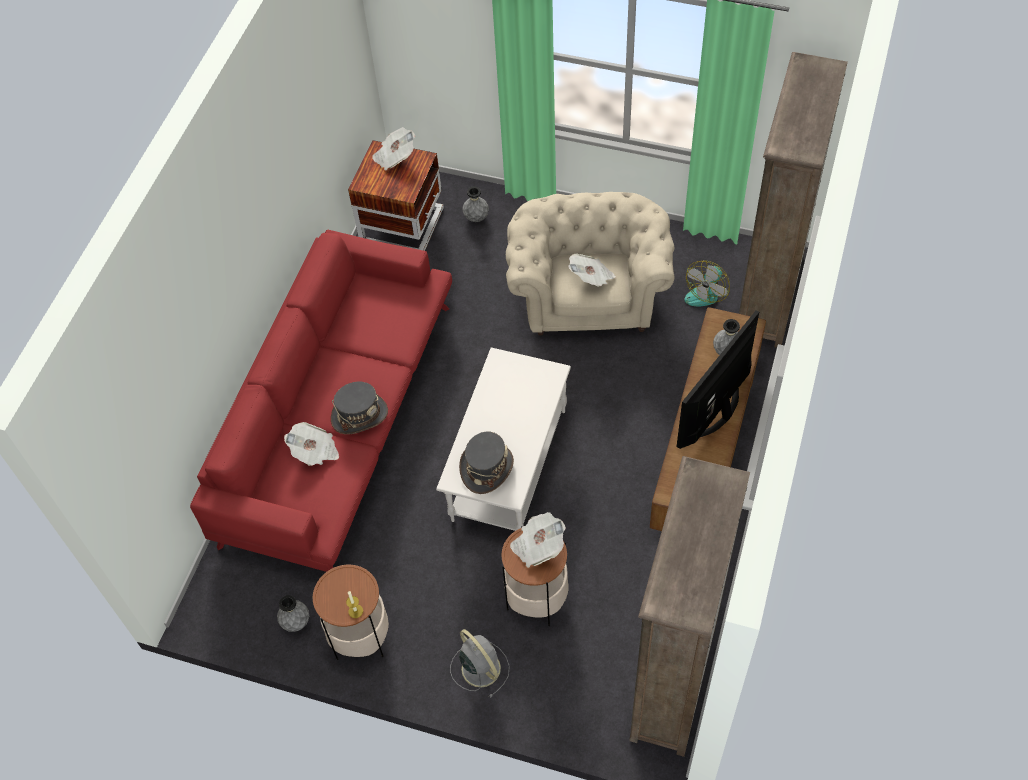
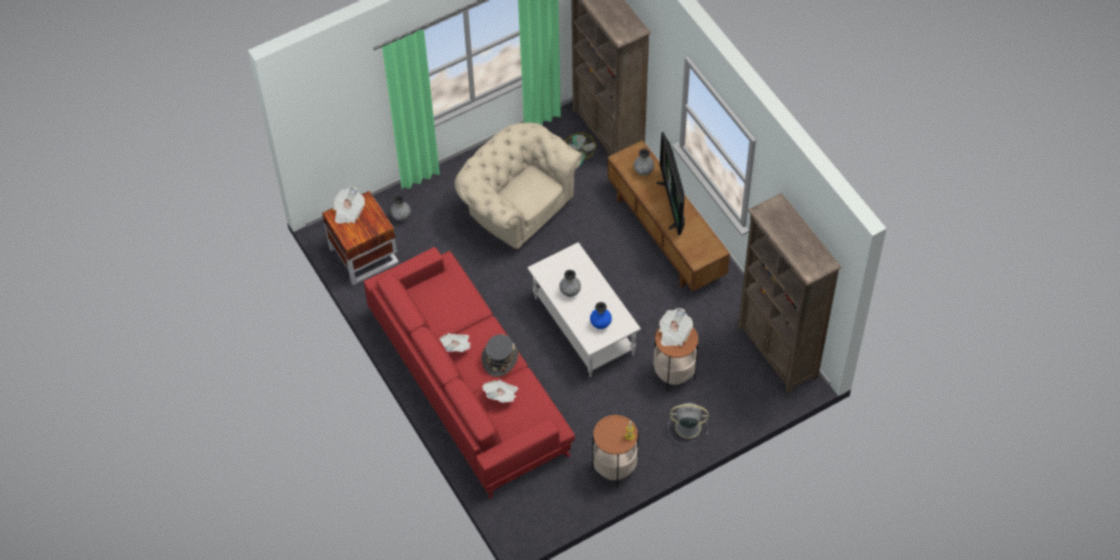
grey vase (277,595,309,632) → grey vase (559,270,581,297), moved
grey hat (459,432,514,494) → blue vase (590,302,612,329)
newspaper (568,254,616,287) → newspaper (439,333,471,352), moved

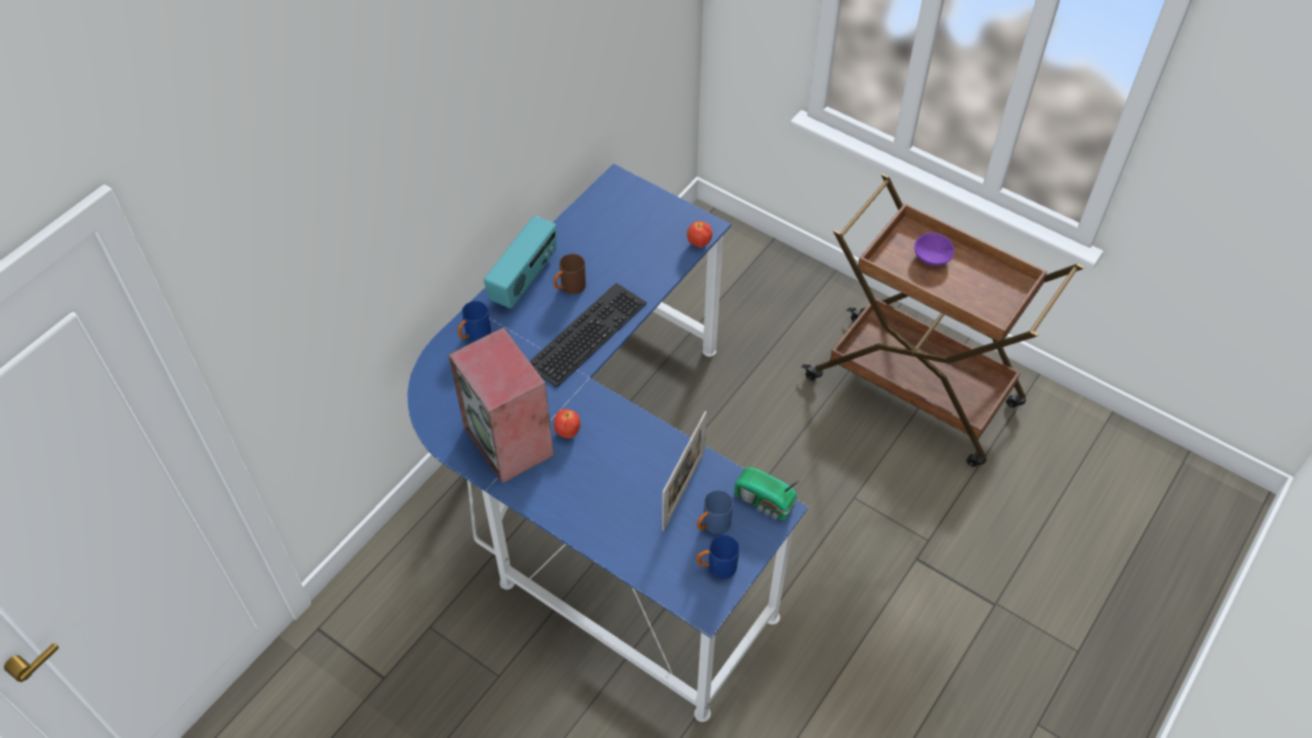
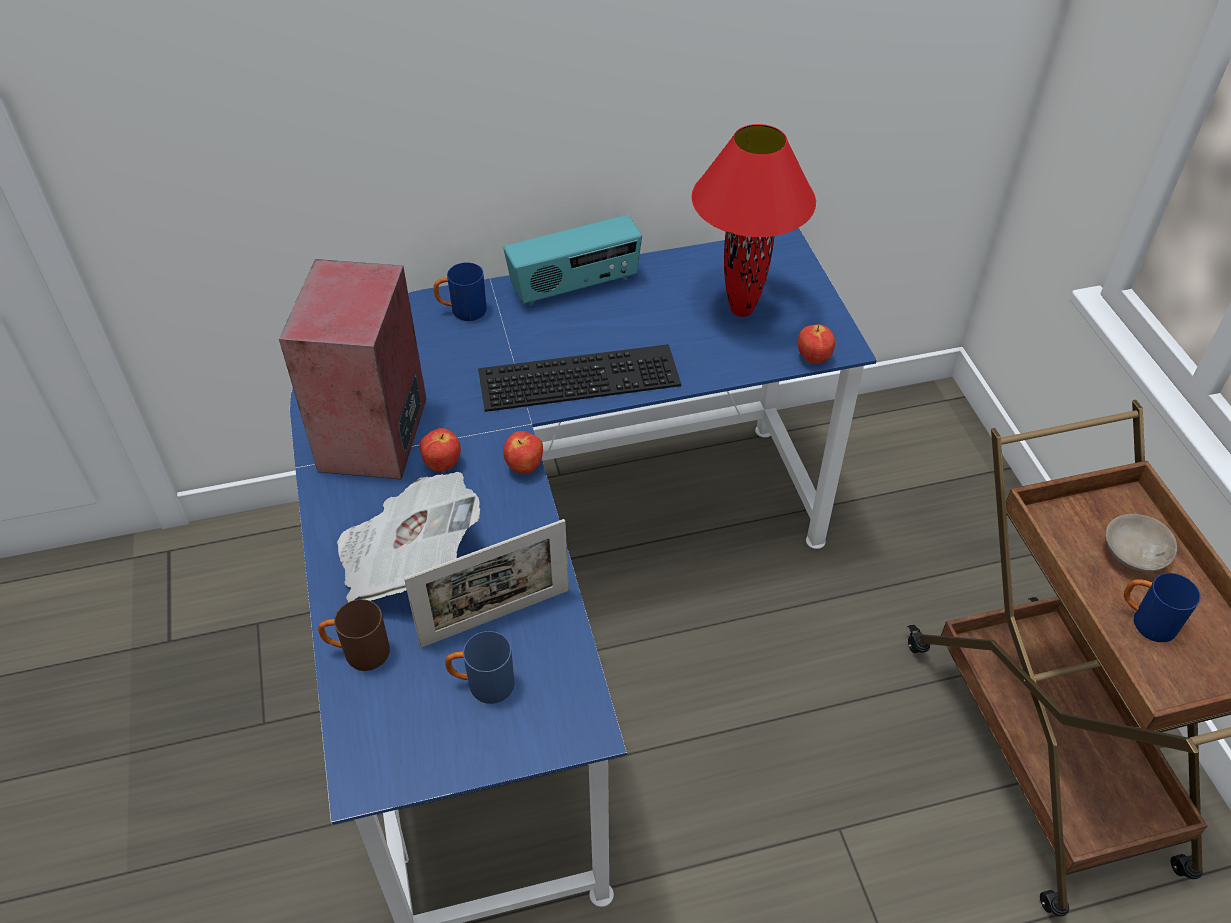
brownish coffee mug (553,254,586,294) → brownish coffee mug (318,599,390,671), moved
blue coffee mug (697,535,740,579) → blue coffee mug (1124,573,1201,642), moved
radio (734,467,805,521) → -
purplish serving bowl (914,233,954,266) → beige-coloured serving bowl (1105,514,1177,572)
- → newspaper (337,472,480,602)
- → apple fruit (503,431,543,474)
- → reddish tabletop lamp (692,124,816,317)

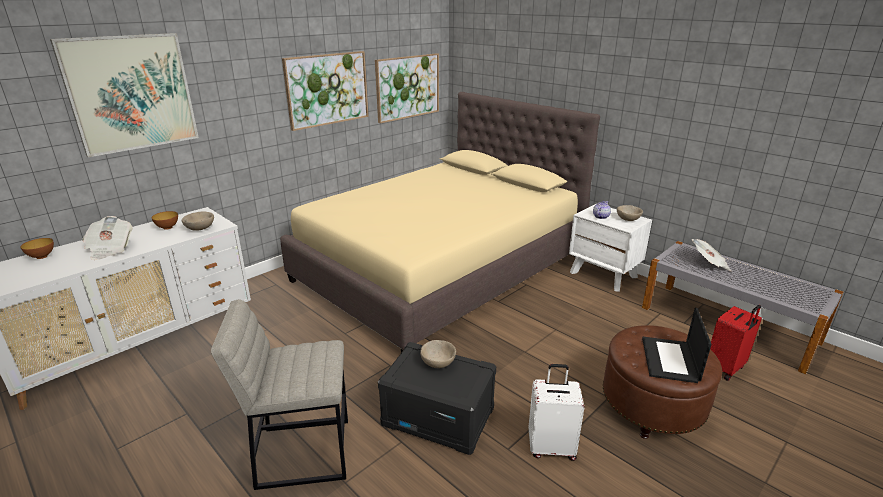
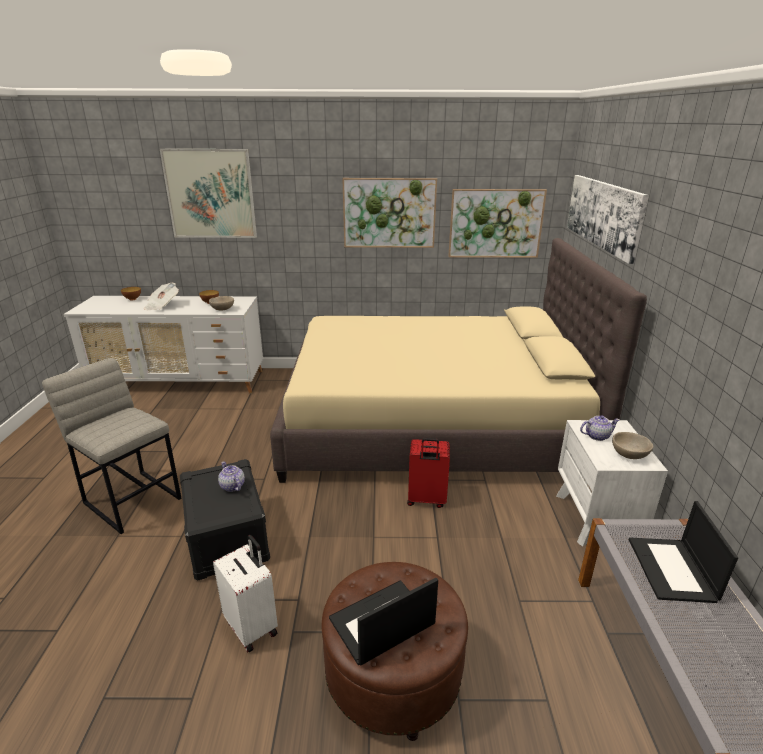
beige-coloured serving bowl (420,340,456,368) → teapot (218,461,245,492)
newspaper (692,239,731,271) → portable computer (629,501,738,603)
reddish suitcase (710,305,762,381) → reddish suitcase (407,438,450,508), moved
- → picture (567,175,649,264)

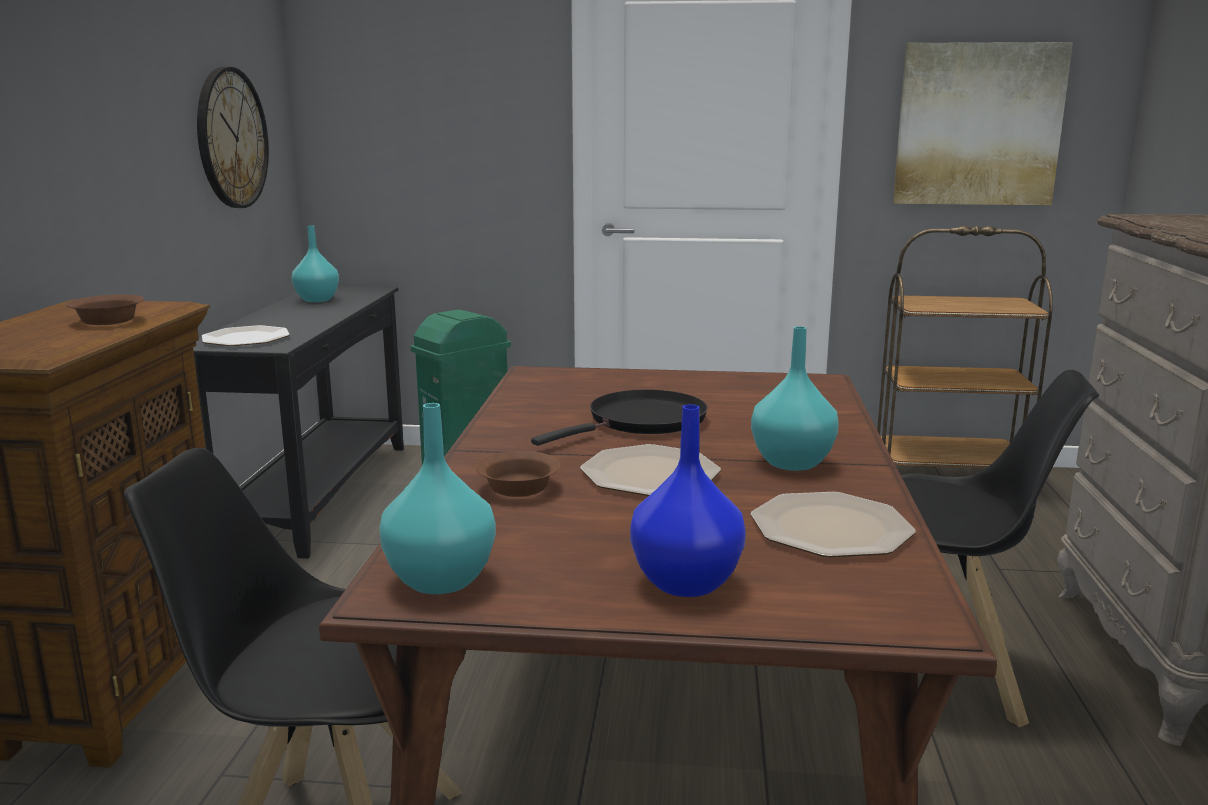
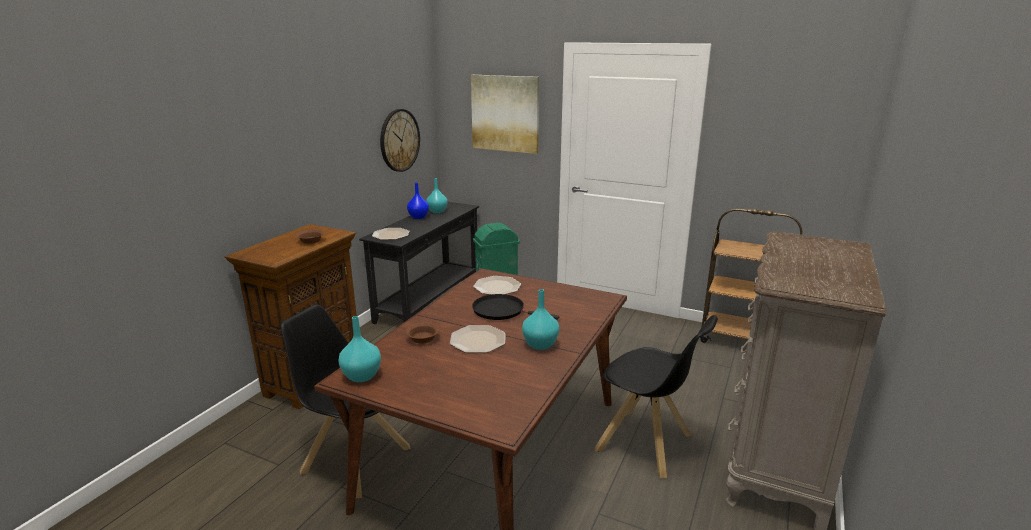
black-coloured skillet (531,390,708,446) → black-coloured skillet (472,294,559,320), 135 degrees counterclockwise
blue vase (630,405,746,597) → blue vase (407,183,429,219), moved
plate (751,492,916,557) → plate (473,276,521,295), moved
picture (893,42,1073,205) → picture (471,75,539,154), moved

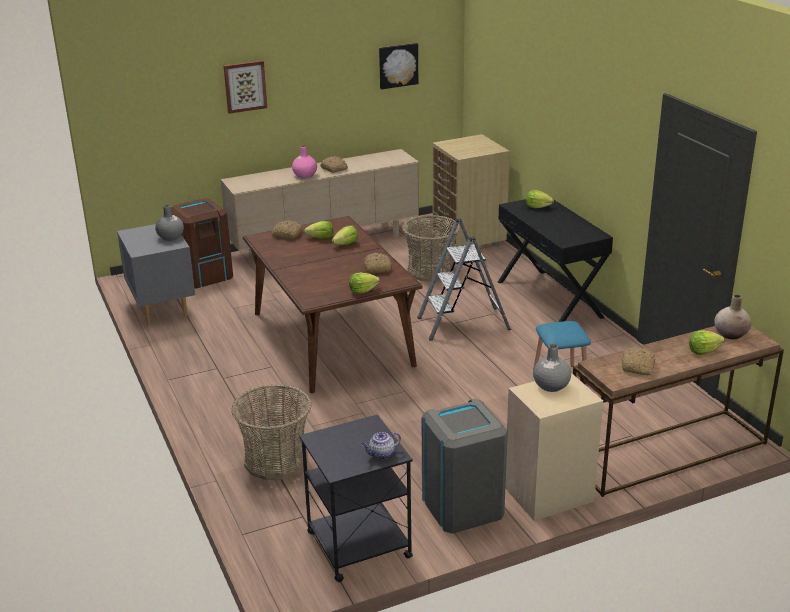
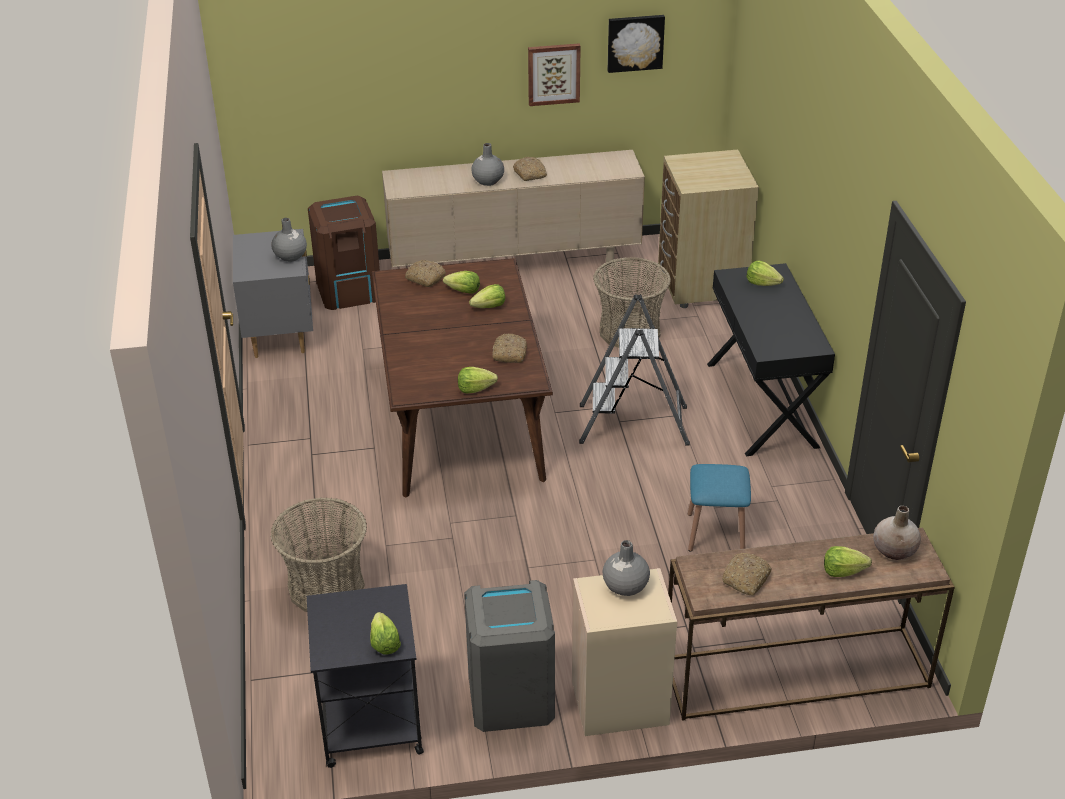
picture (223,60,267,114) → picture (528,43,581,106), moved
pink-coloured vase (292,145,317,179) → grey vase (471,143,504,186)
teapot (362,432,401,459) → lettuce (370,612,401,655)

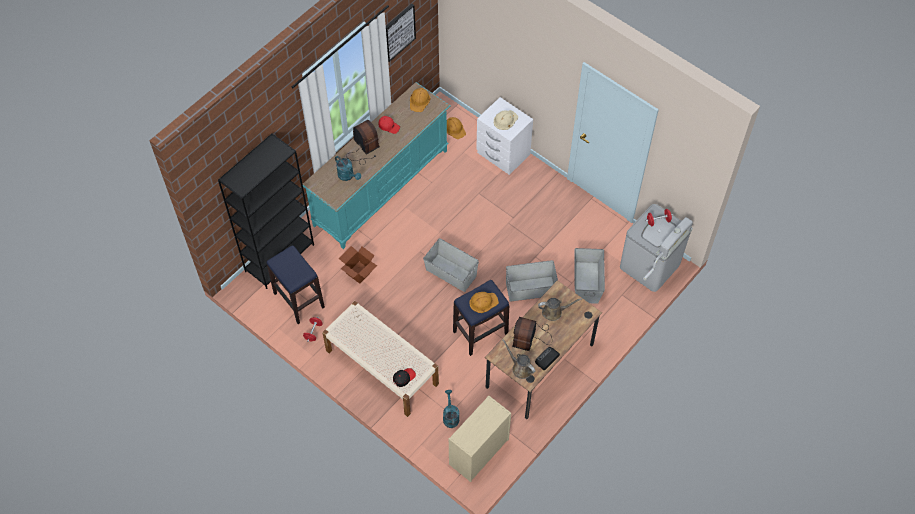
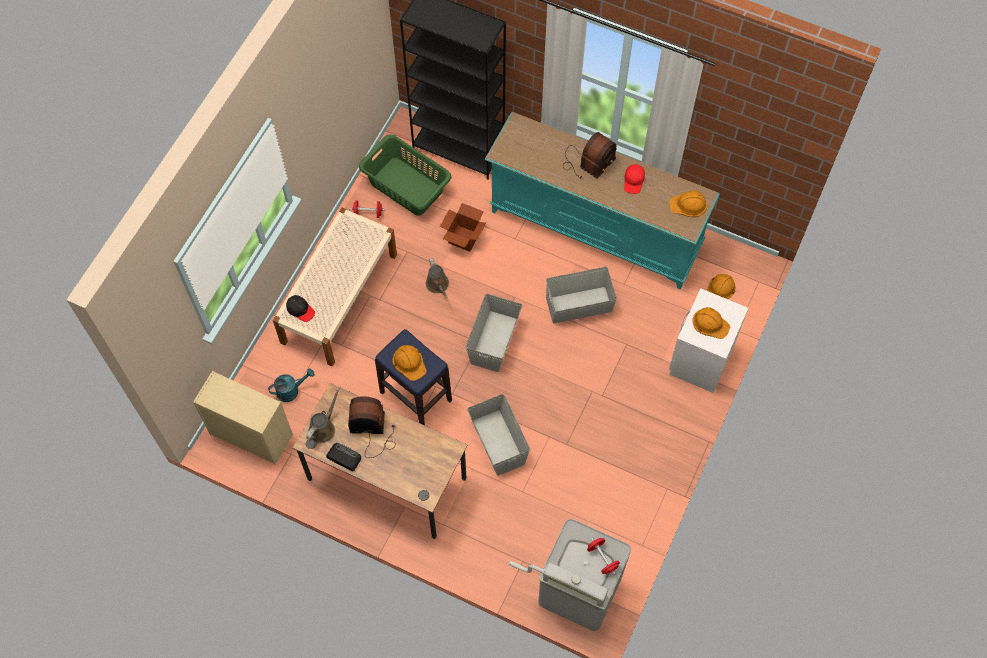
sitting stool (267,246,325,324) → greenish laundry basket (359,134,452,216)
turquoise-coloured watering pot (335,156,361,181) → -
picture (386,4,416,62) → -
beige-coloured hard hat (494,110,518,130) → orange hard hat (692,307,730,339)
brownish watering pot (538,298,582,321) → brownish watering pot (426,258,449,298), moved
grey storage container (575,248,605,304) → grey storage container (546,267,617,323), moved

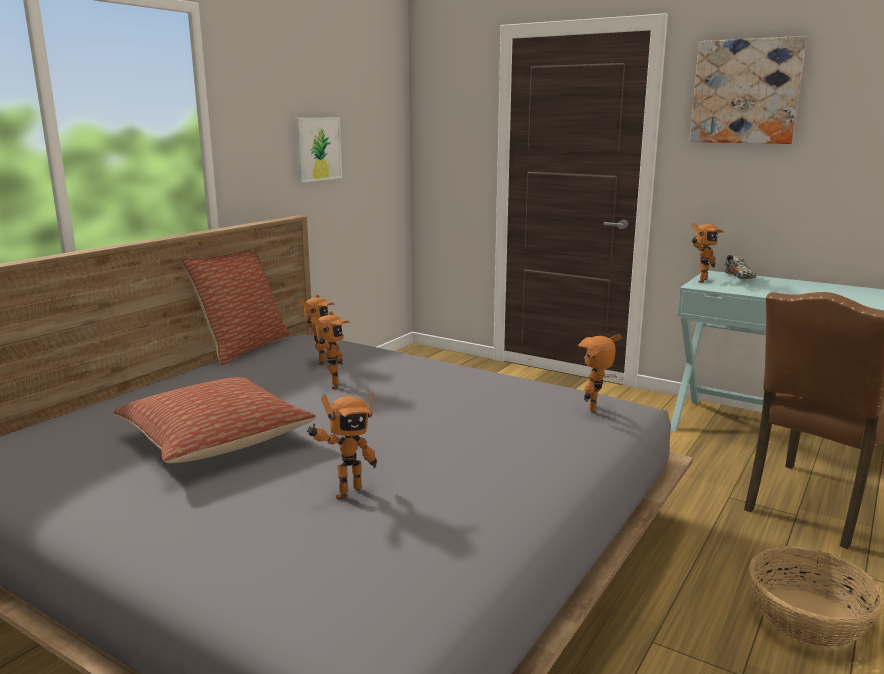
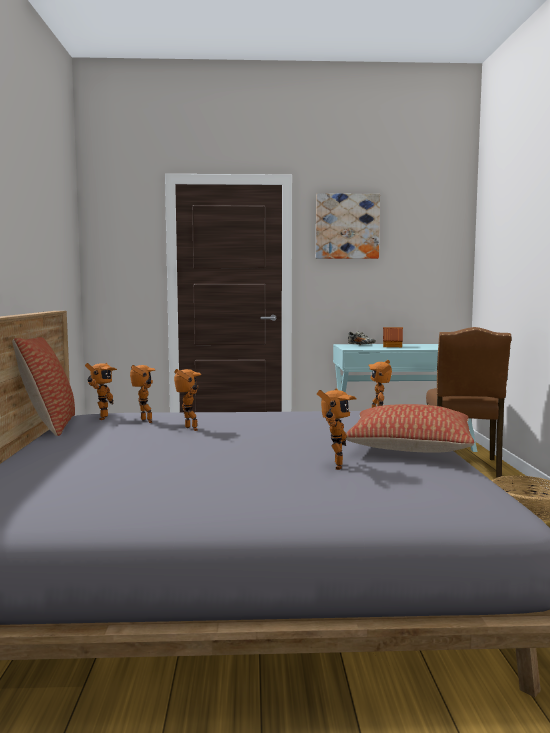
cushion (113,377,316,463) → cushion (346,404,474,452), moved
picture (295,118,342,183) → -
robot figure (691,223,724,283) → robot figure (85,363,117,420), moved
- → toy house (383,327,403,347)

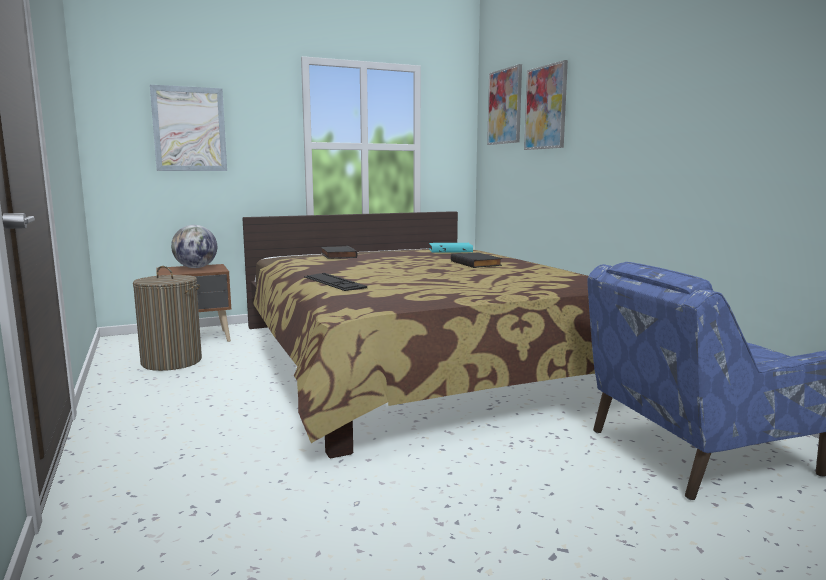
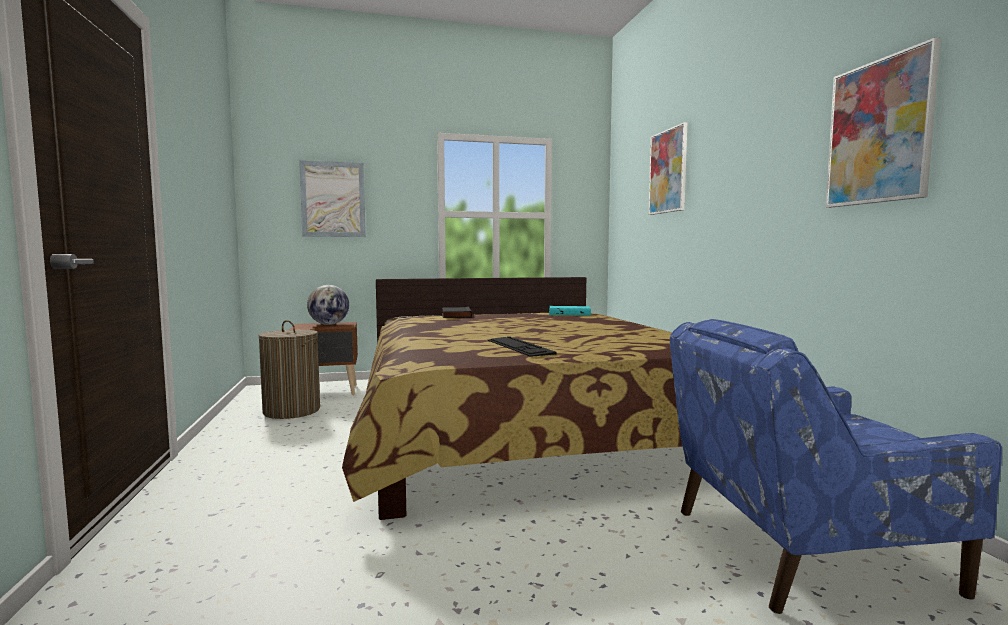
PC keyboard (304,273,367,291) → PC keyboard (487,336,557,357), moved
black-coloured book (451,252,502,268) → -
picture (487,64,522,145) → picture (826,37,941,208), moved

